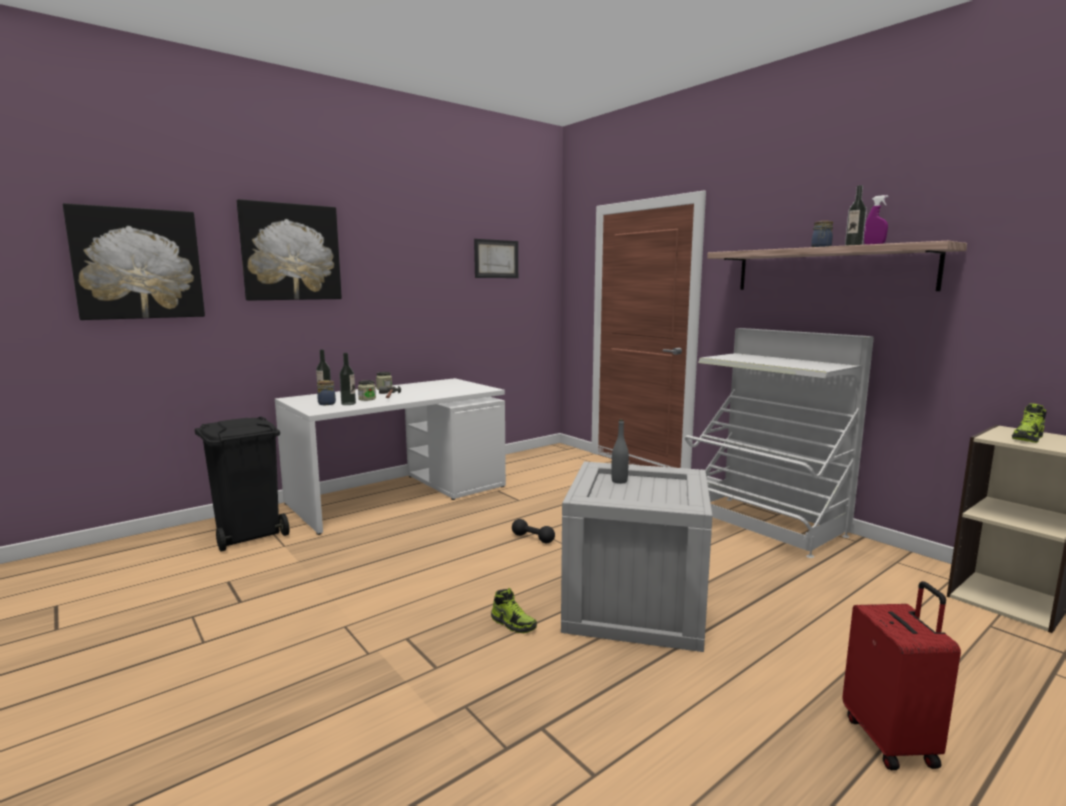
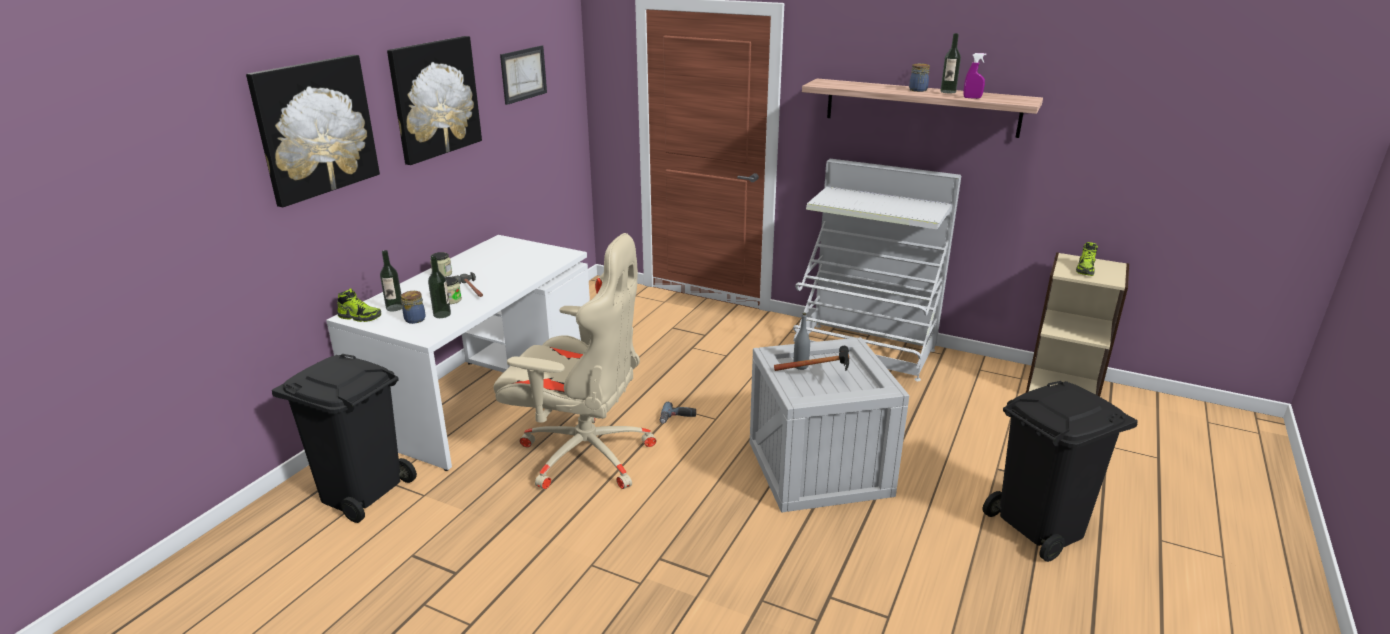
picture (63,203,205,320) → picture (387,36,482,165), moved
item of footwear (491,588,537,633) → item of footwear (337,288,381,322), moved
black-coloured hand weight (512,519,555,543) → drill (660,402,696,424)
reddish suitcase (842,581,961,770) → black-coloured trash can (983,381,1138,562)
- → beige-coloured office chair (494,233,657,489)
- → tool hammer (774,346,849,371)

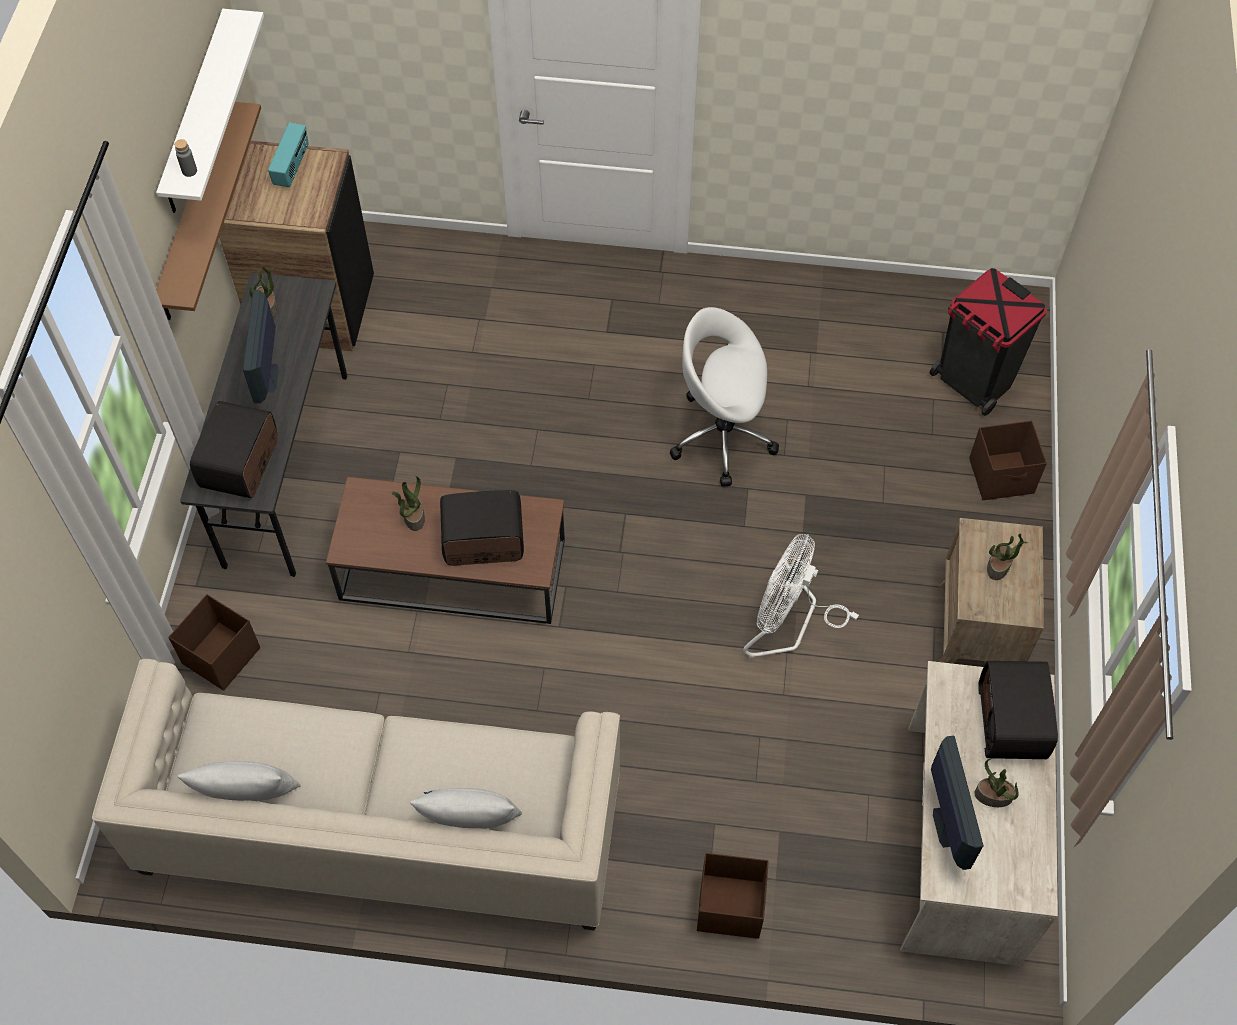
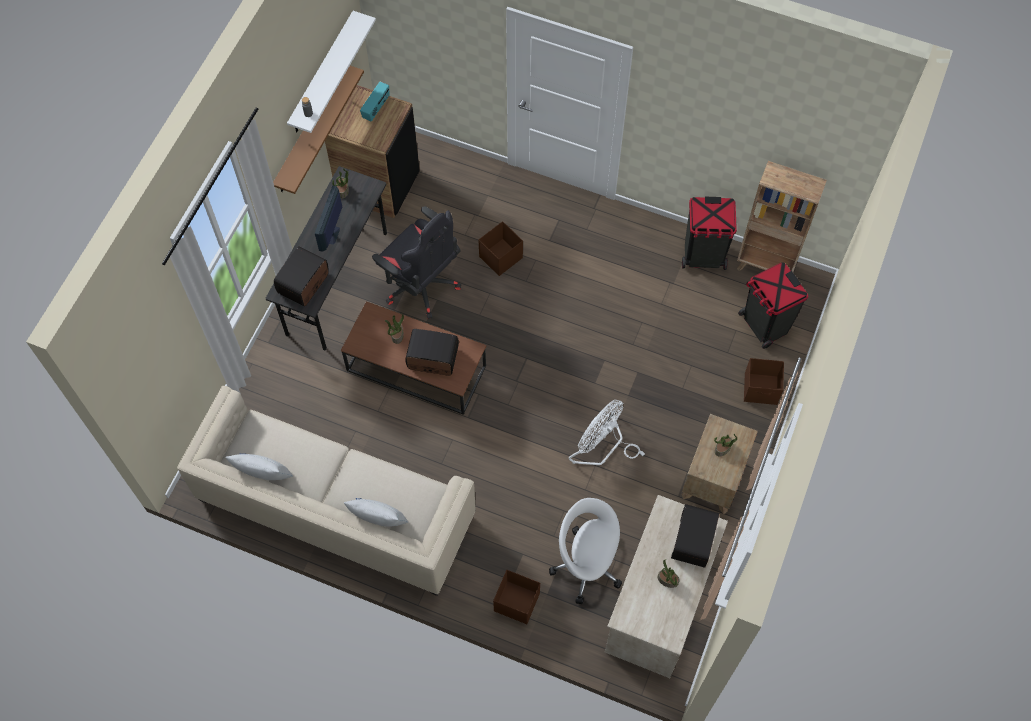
brownish storage container (168,594,260,691) → brownish storage container (478,221,523,276), moved
white office chair (670,307,779,487) → white office chair (549,498,622,604), moved
computer display (931,736,983,870) → -
- → black-coloured office chair (372,206,461,319)
- → black-coloured trash can (682,197,737,270)
- → brownish bookshelf (737,161,827,272)

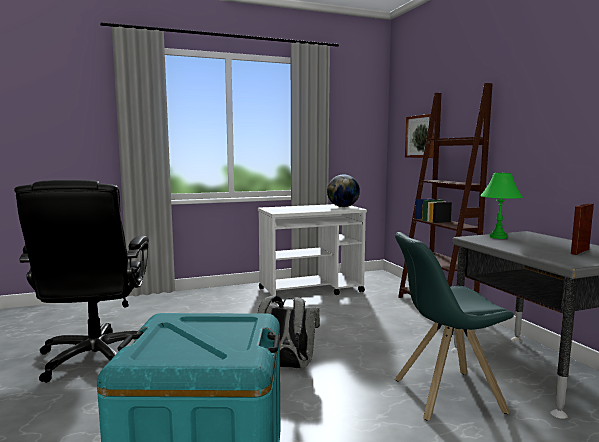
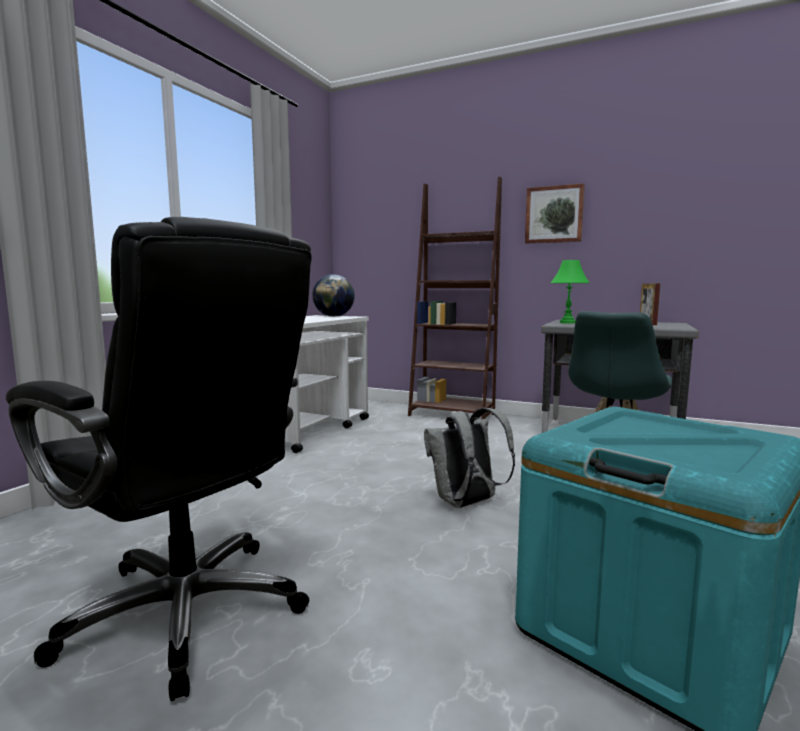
picture (405,114,434,158) → picture (525,183,585,244), moved

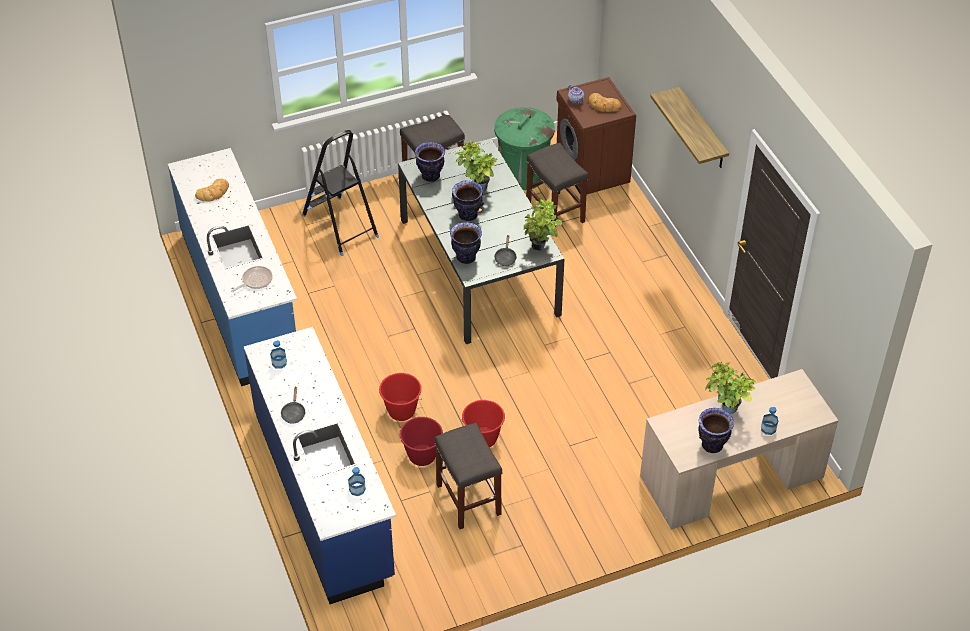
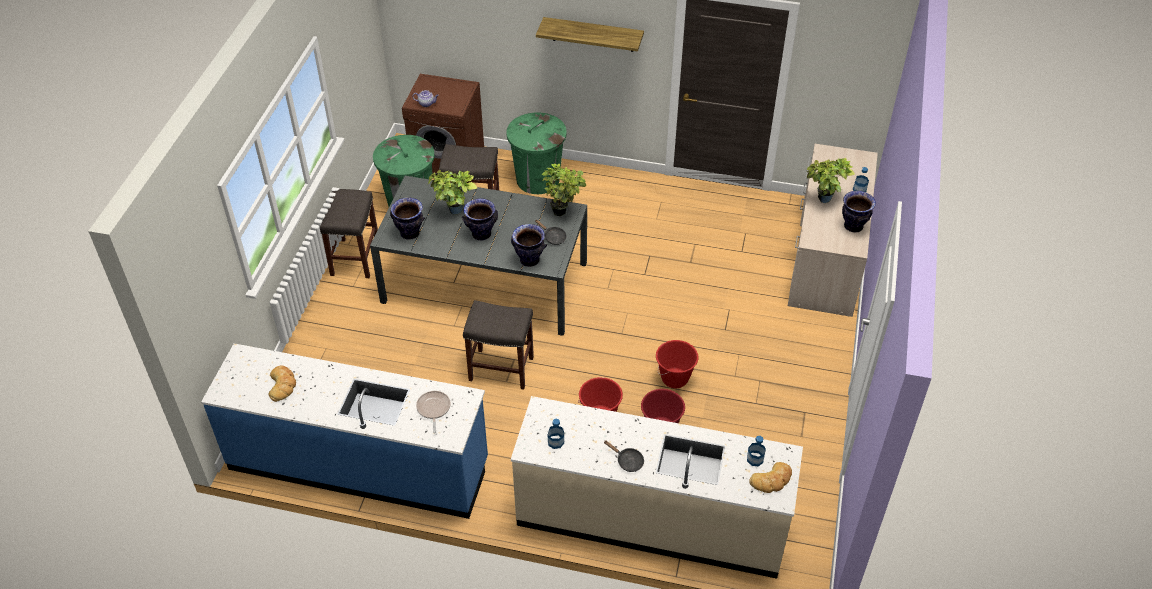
blue kitchen base unit (244,327,396,604) → beige-coloured kitchen base unit (511,396,803,579)
black-coloured step stool (302,130,379,256) → -
grey sitting stool (434,423,503,529) → grey sitting stool (463,300,534,390), moved
baked bread (589,93,621,112) → baked bread (749,462,792,493), moved
- → greenish trash can (506,113,567,194)

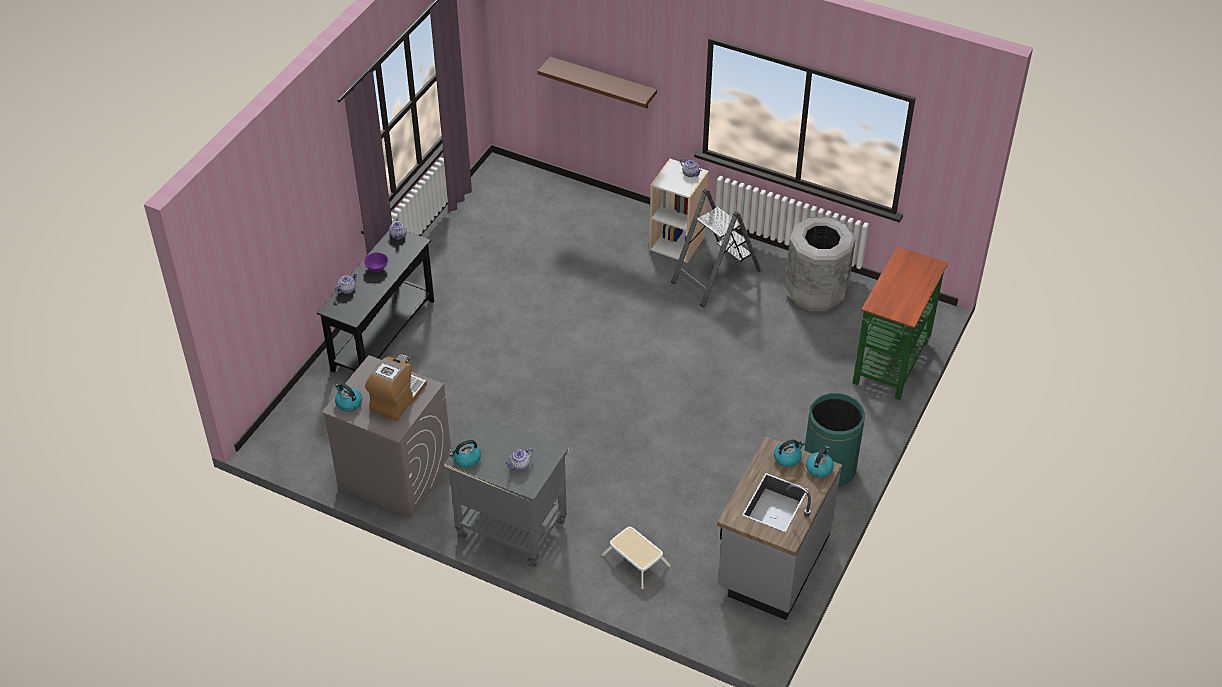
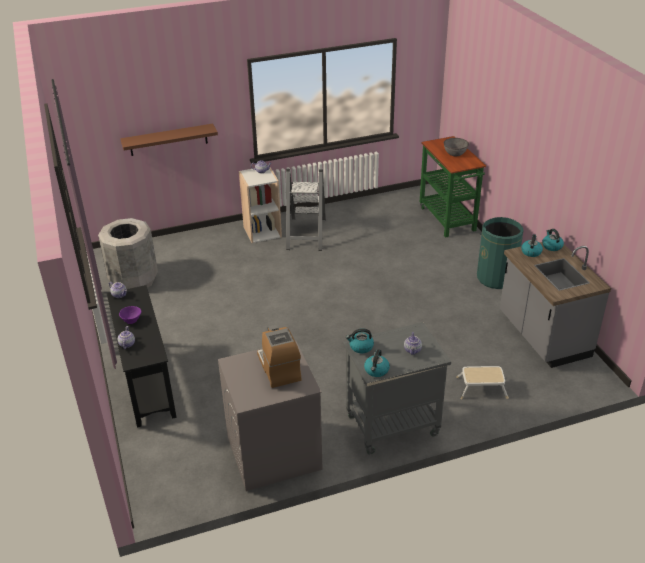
tea kettle (335,383,362,412) → tea kettle (346,328,374,353), moved
grey trash can (785,217,856,311) → grey trash can (98,218,158,289), moved
- → grey serving bowl (444,138,469,156)

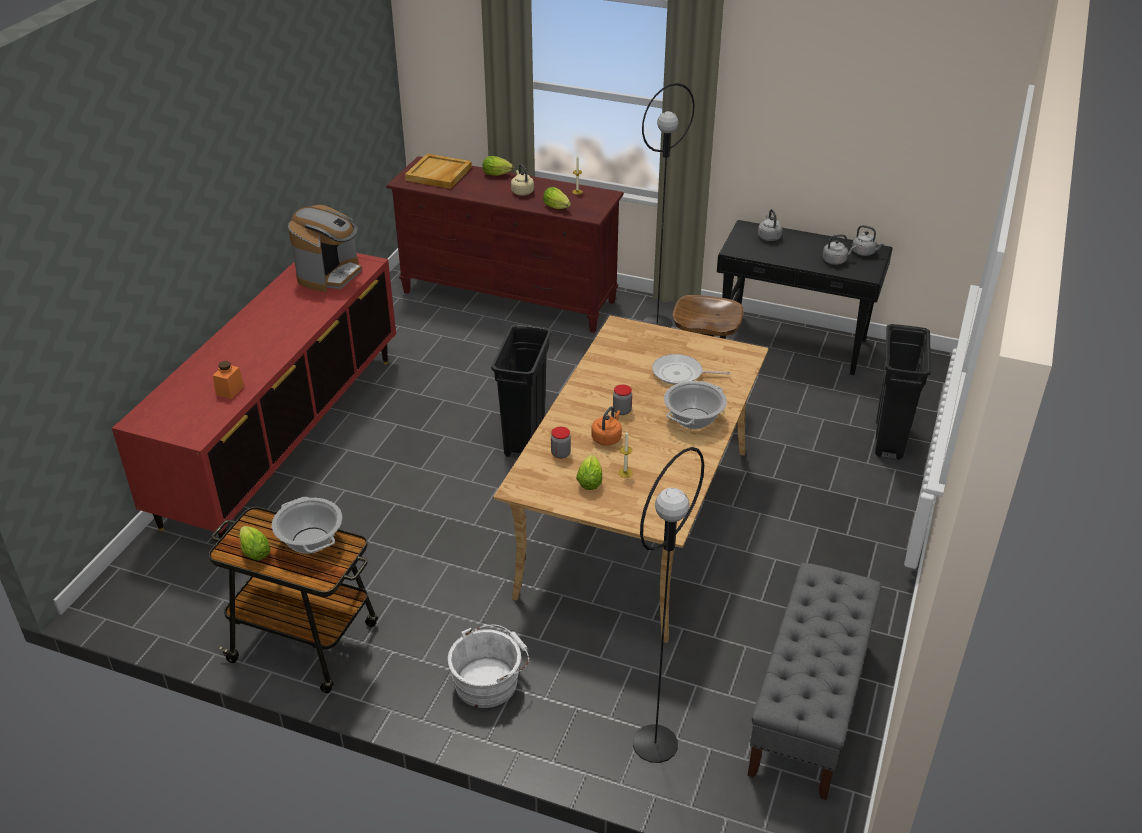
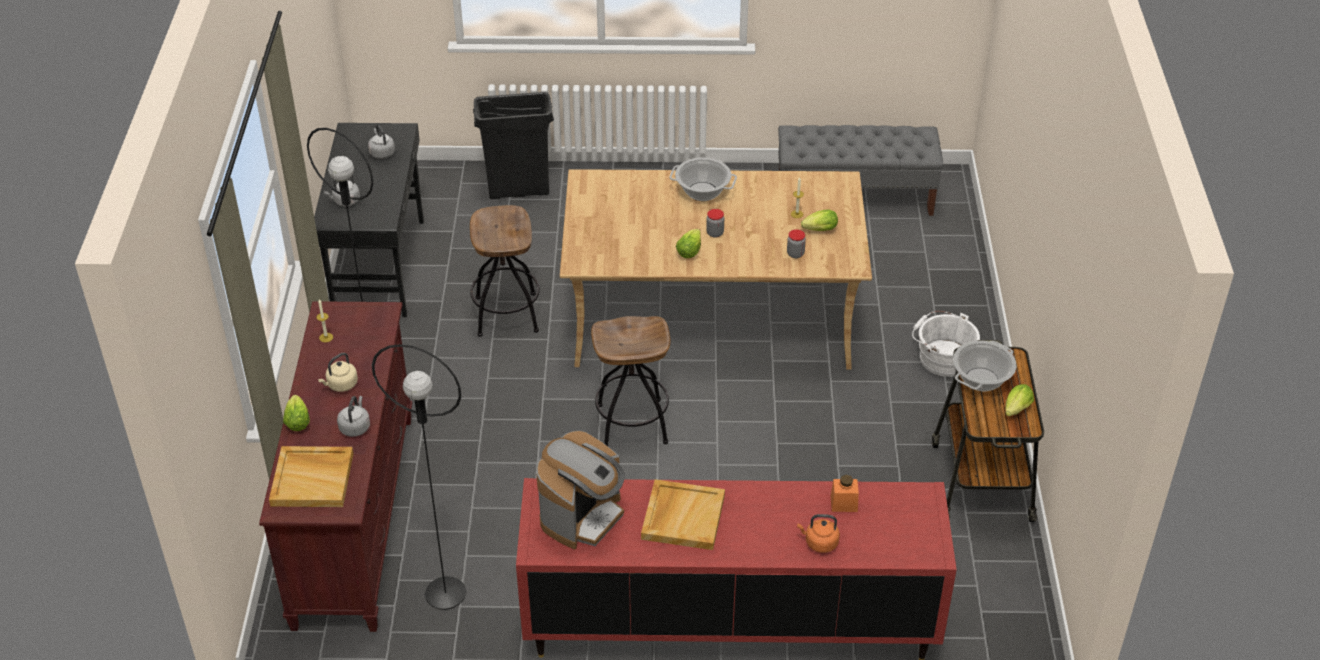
coffee brewer (288,205,362,292) → coffee brewer (536,431,625,550), 120 degrees clockwise
black-coloured trash can (491,324,552,458) → brownish sitting stool (591,316,671,447)
lettuce (543,187,571,209) → lettuce (676,229,701,258), moved
orange tea kettle (591,407,622,445) → orange tea kettle (797,514,840,553), moved
black-coloured floor lamp (633,447,704,763) → black-coloured floor lamp (372,344,466,610), moved
skillet (652,354,730,385) → -
grey tea kettle (852,225,884,256) → grey tea kettle (337,396,370,437), moved
- → beige-coloured carrying tray (641,479,725,550)

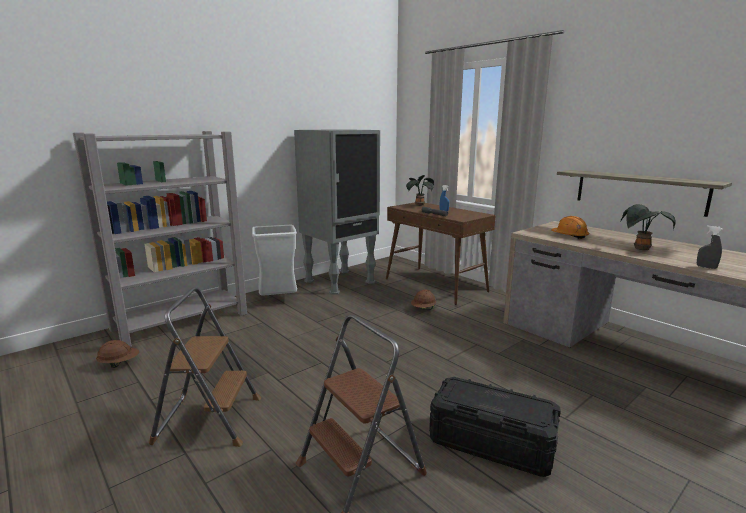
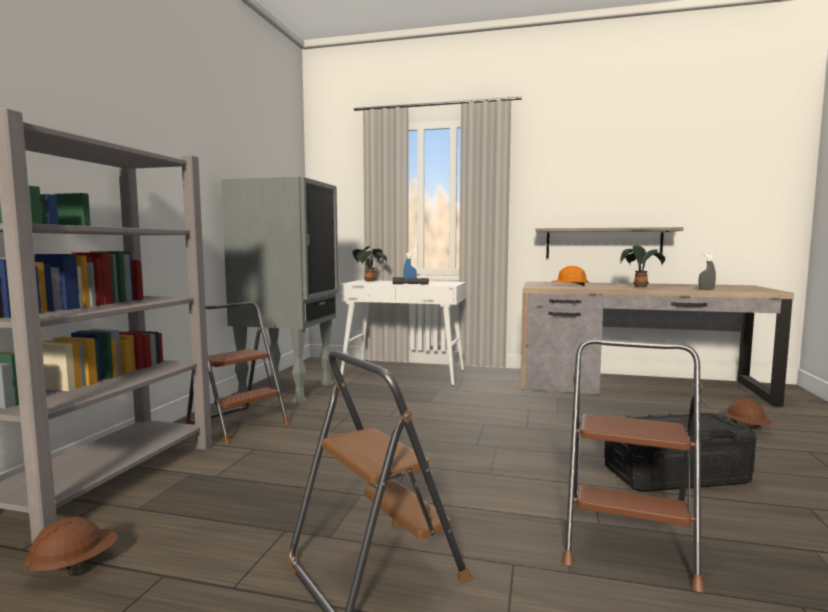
grey trash can (252,225,297,296) → brownish step stool (186,302,291,444)
brownish hall table (386,203,496,305) → white hall table (338,280,466,386)
brownish hard hat (411,290,436,310) → brownish hard hat (726,398,772,429), moved

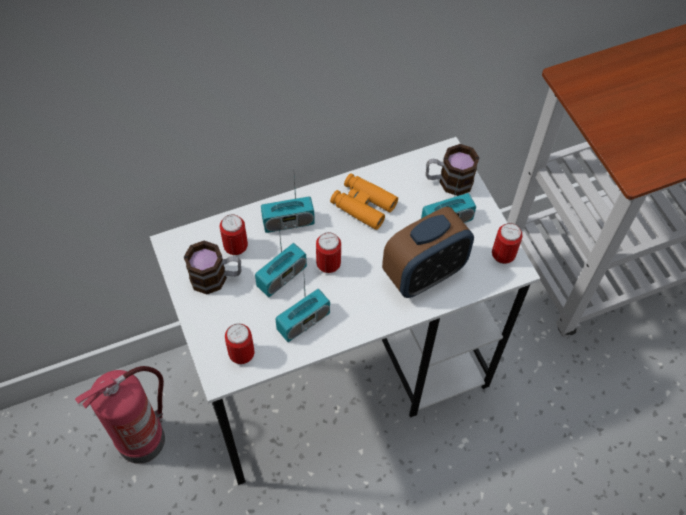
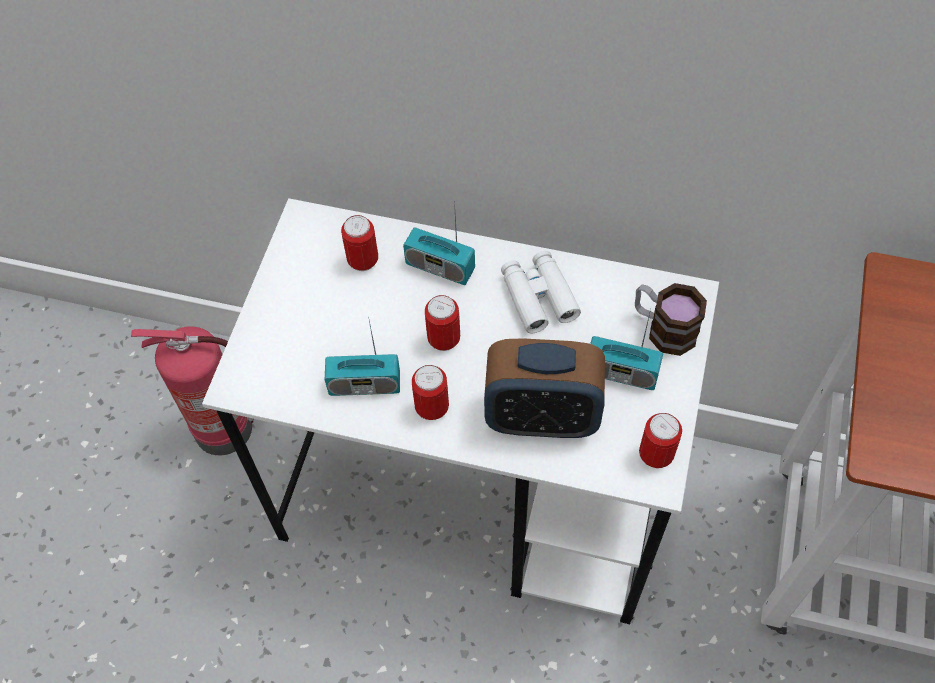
coffee mug (184,241,241,294) → -
sealed can (225,324,255,364) → sealed can (412,365,449,420), moved
radio (255,227,307,297) → -
orange field glasses (330,173,398,230) → white field glasses (501,251,581,333)

